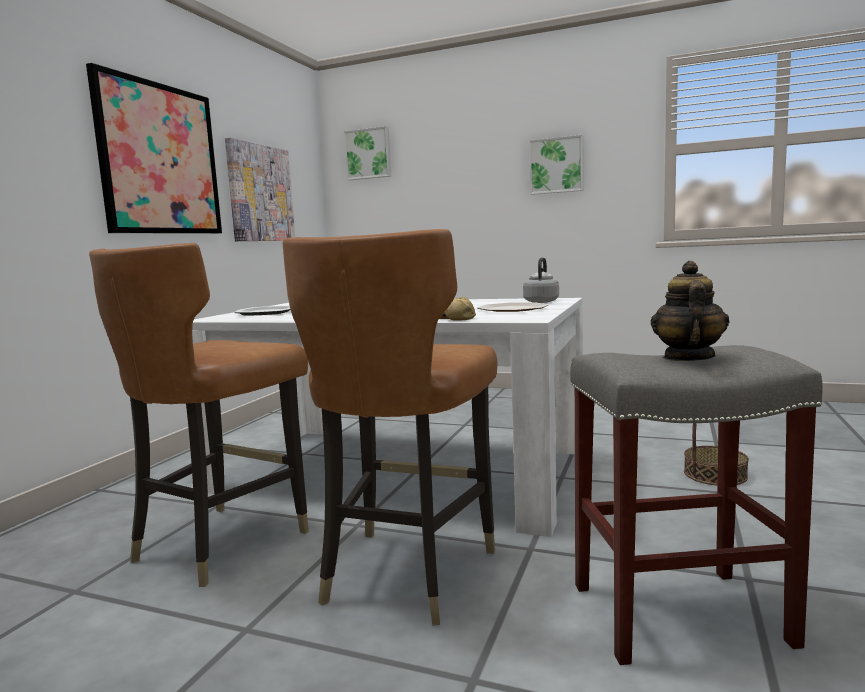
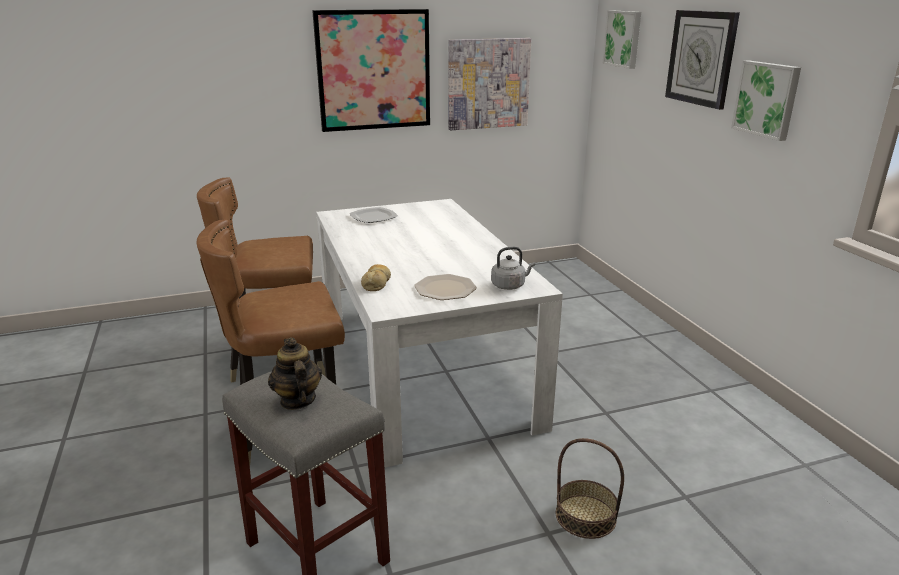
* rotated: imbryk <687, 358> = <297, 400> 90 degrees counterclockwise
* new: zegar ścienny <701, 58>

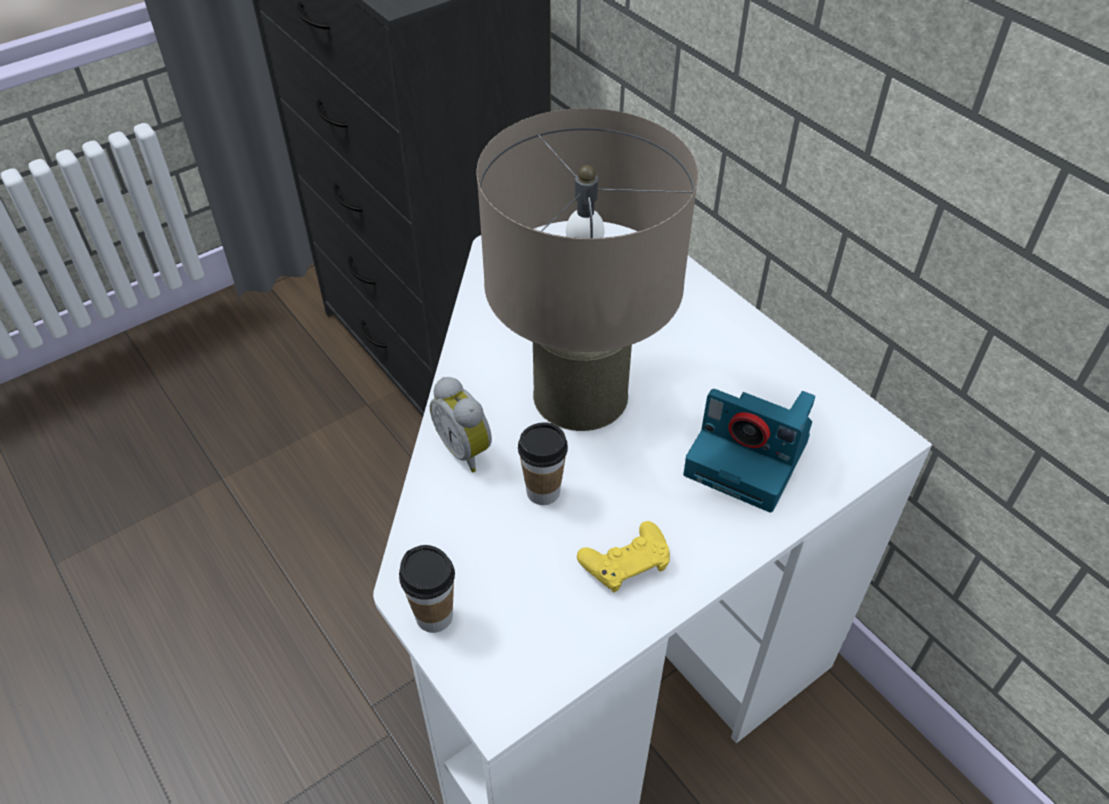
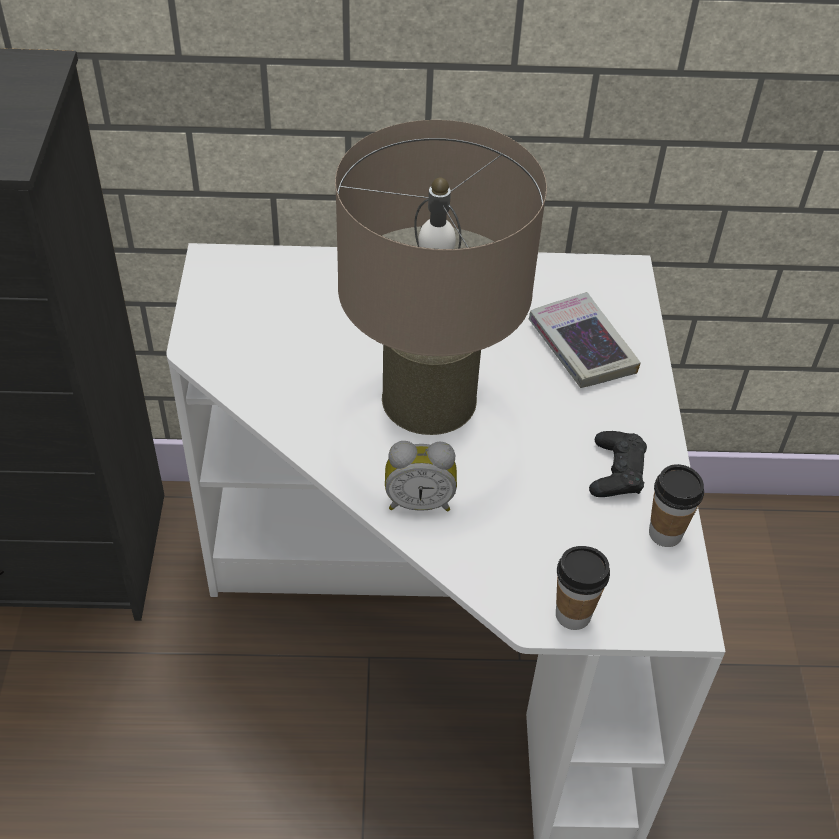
* swapped: aparat fotograficzny <749, 458> to książka <581, 347>
* repainted: pad do gier (żółty) <626, 562> to pad do gier (czarny) <616, 471>
* shifted: filiżanka <543, 491> to <665, 533>

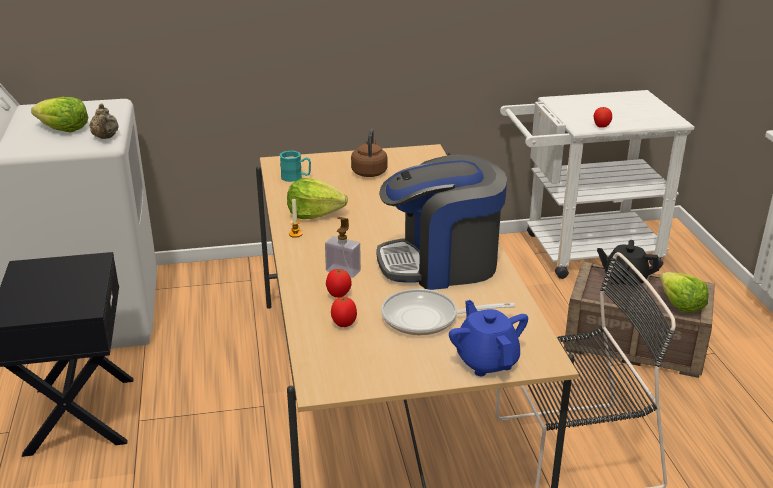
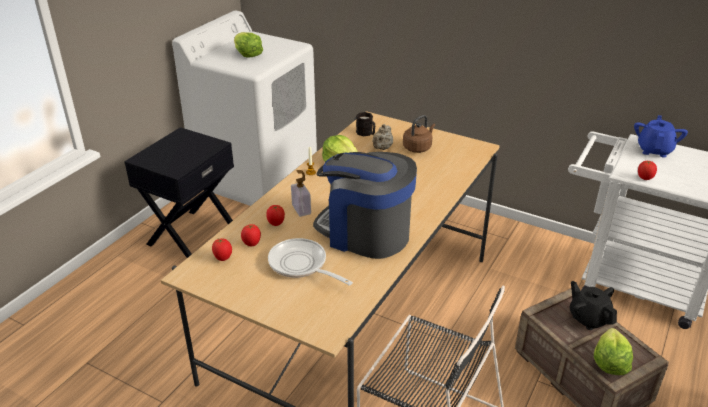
* new: pomidor <223, 258>
* repainted: kubek (turkusowy) <296, 177> to kubek (czarny) <366, 133>
* shifted: imbryk (beżowy) <105, 137> to <382, 148>
* shifted: imbryk (niebieski) <486, 361> to <654, 150>

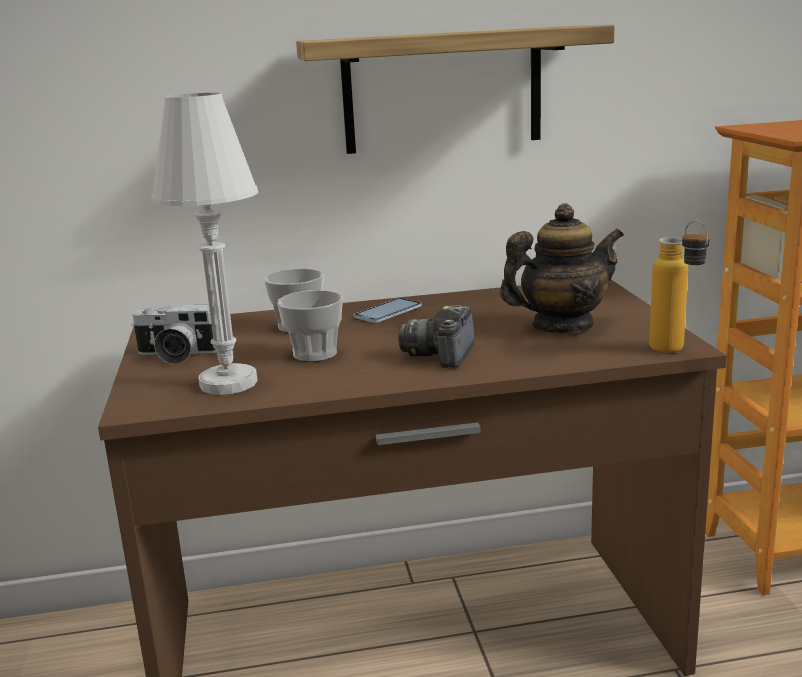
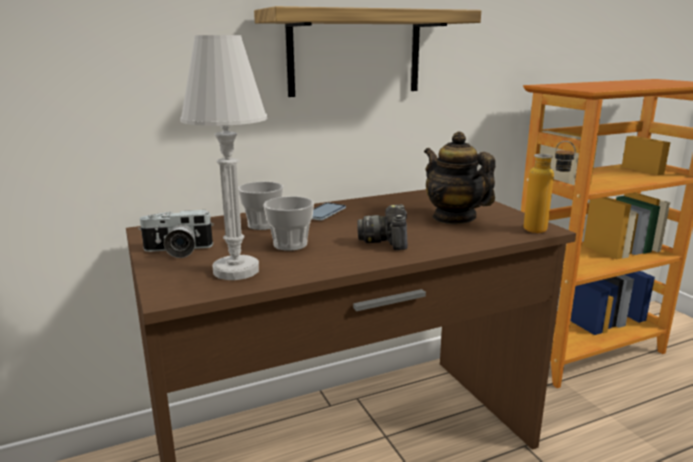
* rotated: imbryk <561, 326> = <454, 218> 90 degrees counterclockwise

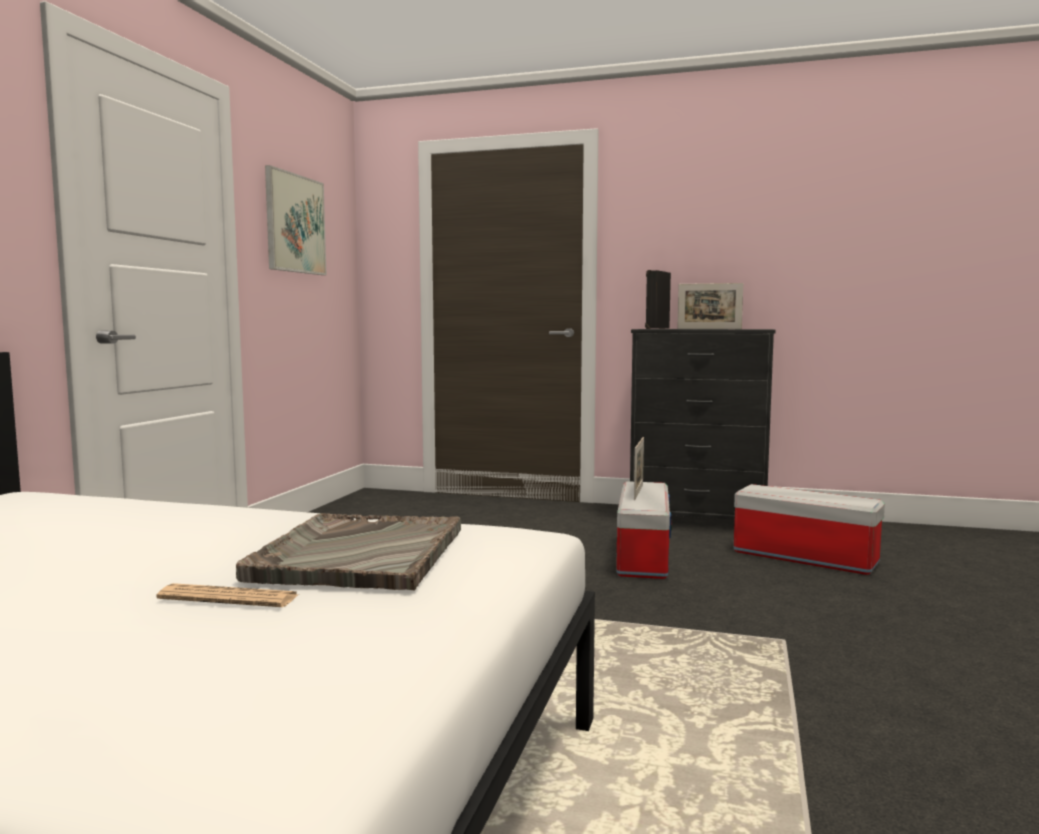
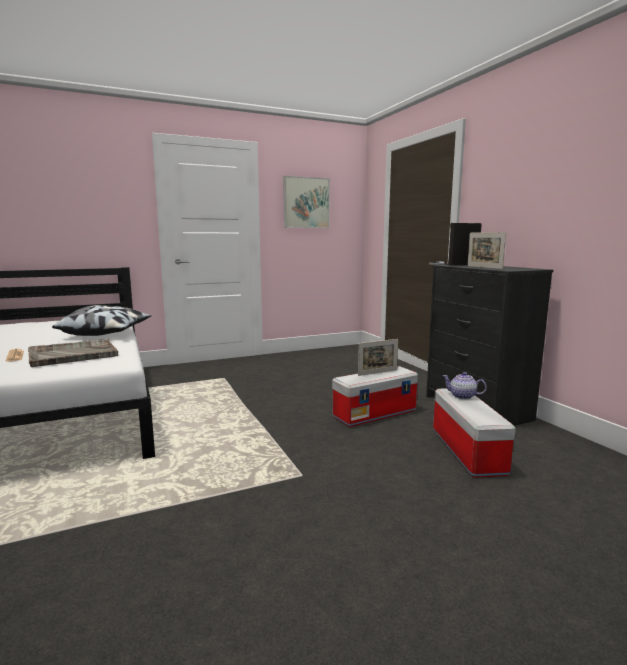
* new: poduszka <106, 334>
* new: imbryk <463, 396>

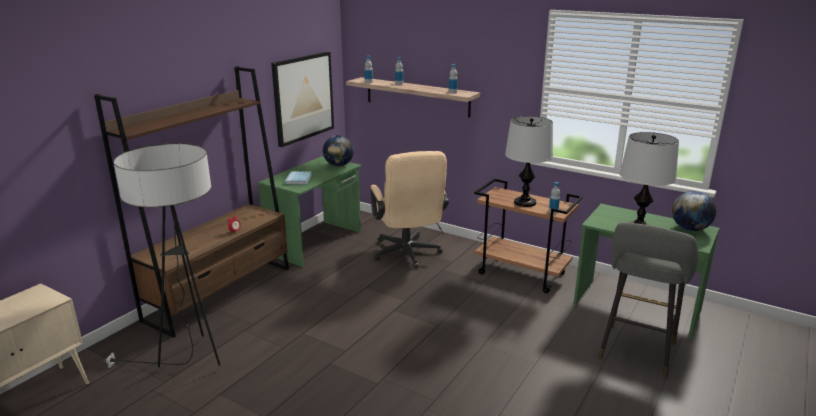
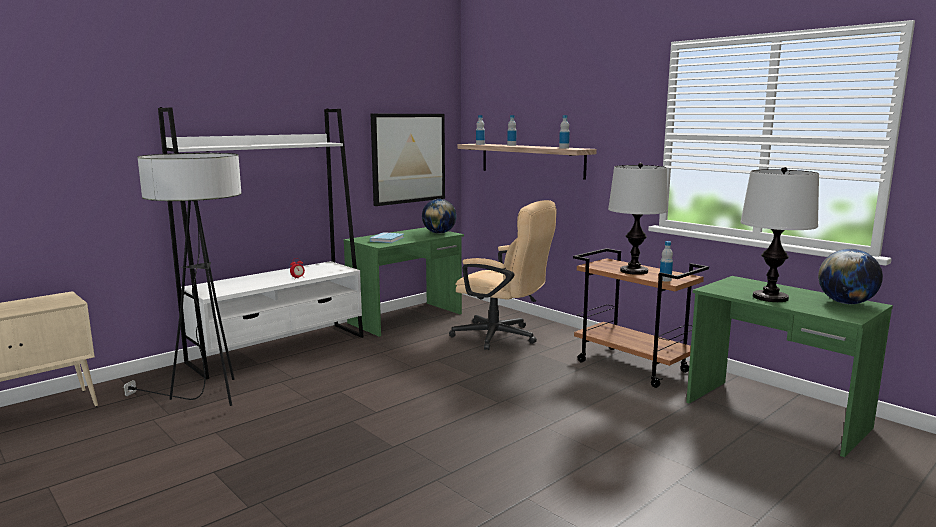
* repainted: regał (brązowy) <220, 293> to regał (biały) <279, 349>
* rotated: krzesło biurowe (beżowy) <407, 255> = <502, 337> 60 degrees counterclockwise
* gone: stołek (szary) <636, 353>

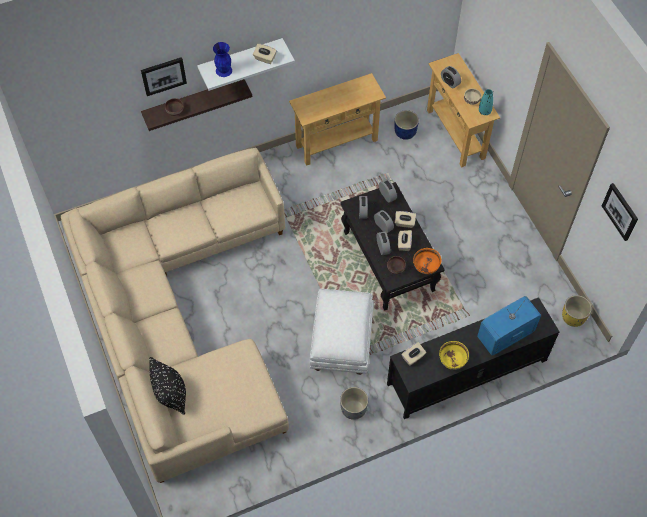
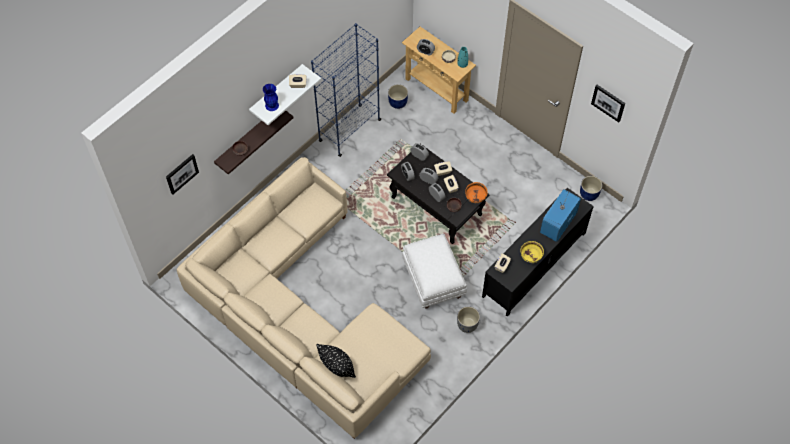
* shifted: obraz <163, 75> to <181, 173>
* swapped: stolik konsolowy (beżowy) <336, 143> to regał (niebieski) <349, 130>
* repainted: donica (żółty) <573, 318> to donica (niebieski) <589, 194>

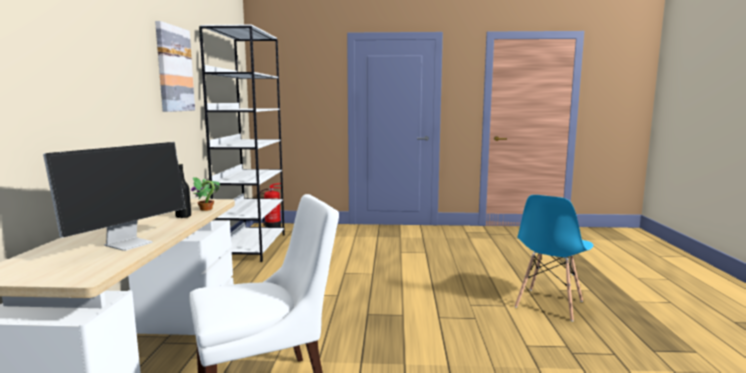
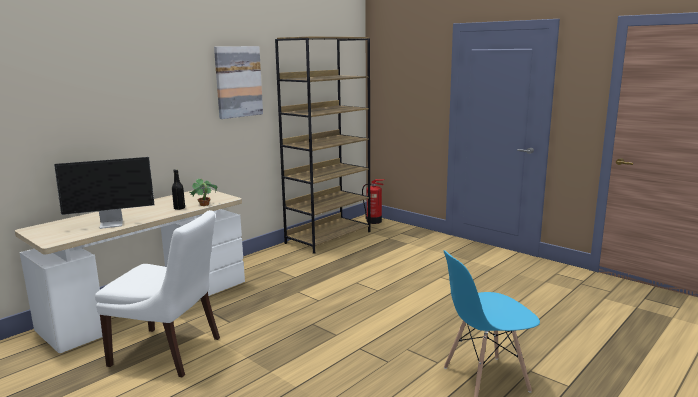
* repainted: regał (biały) <252, 246> to regał (brązowy) <328, 237>

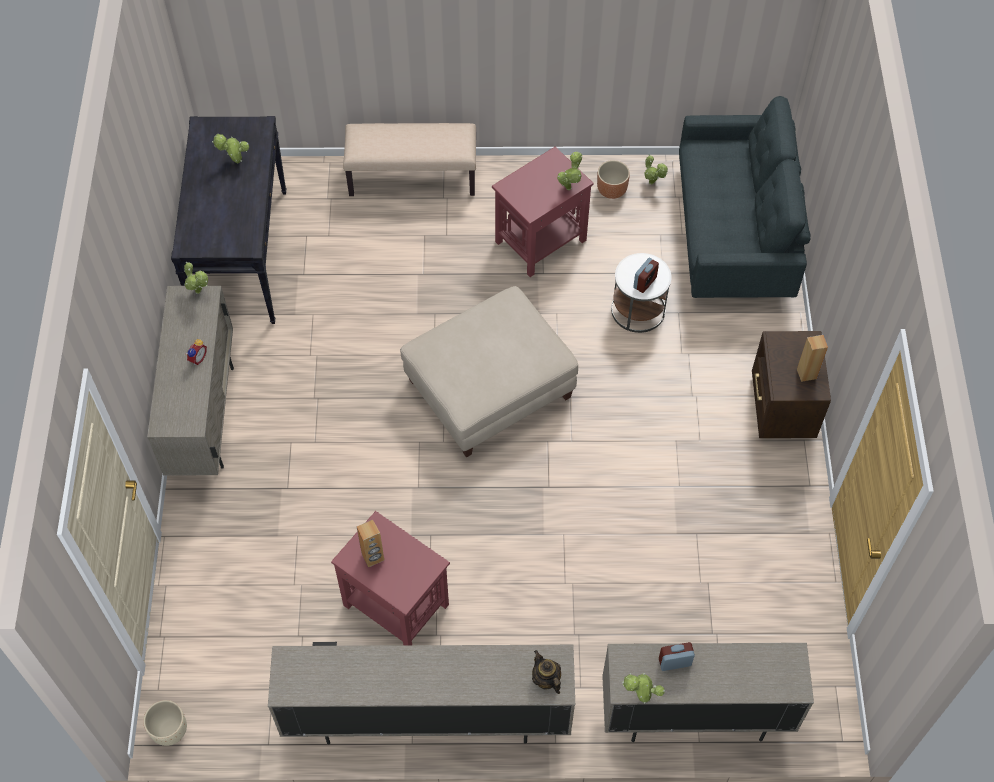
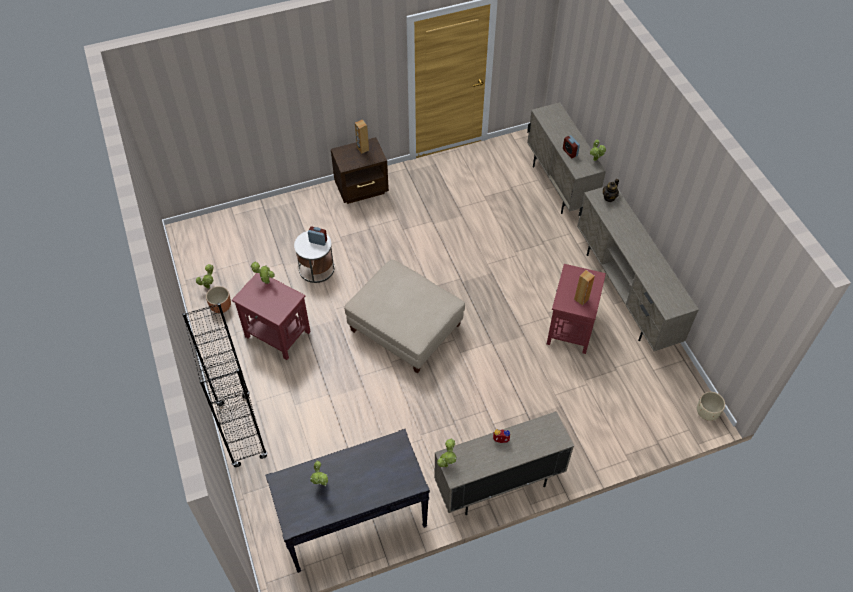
* swapped: ławka (beżowy) <413, 177> to regał (czarny) <242, 430>
* gone: kanapa (szary) <733, 234>

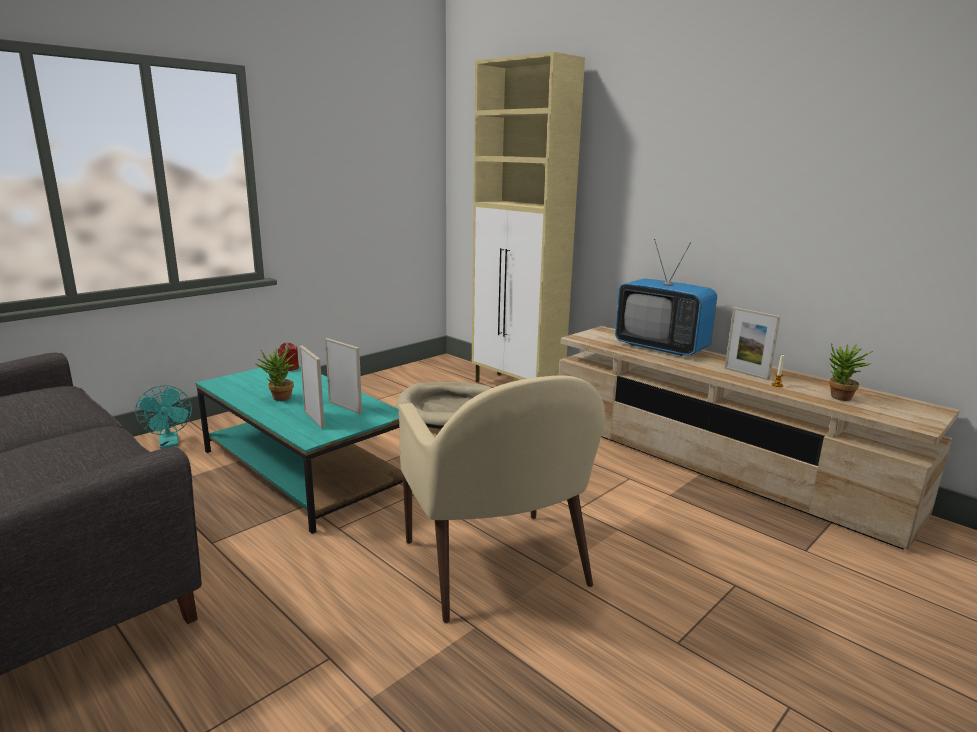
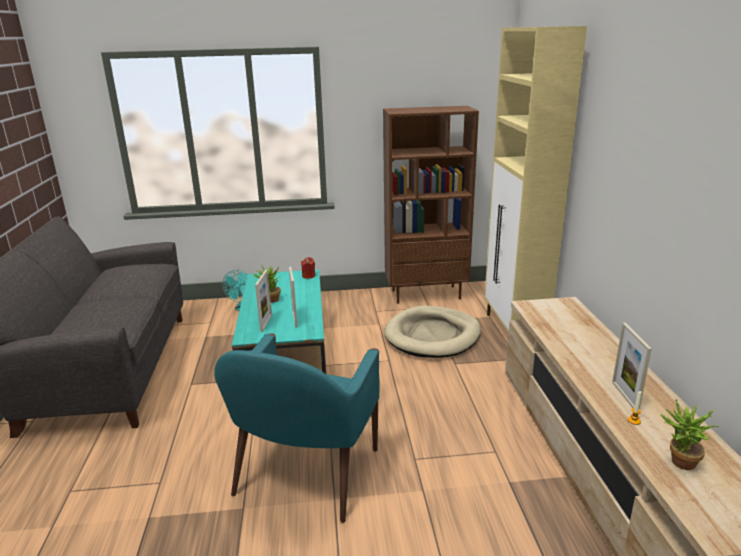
* repainted: fotel (beżowy) <496, 566> to fotel (turkusowy) <306, 474>
* new: regał (brązowy) <426, 294>
* gone: telewizor <661, 348>

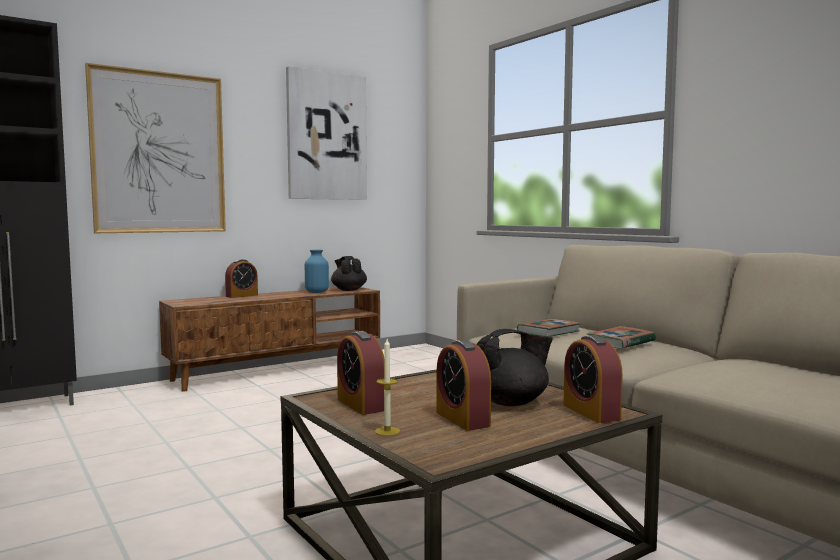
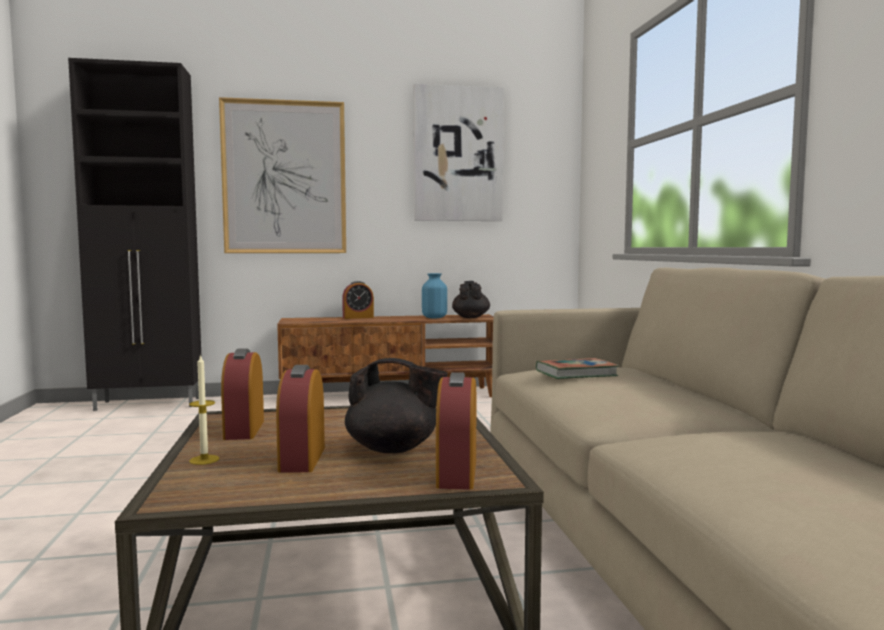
* gone: książka <620, 342>

